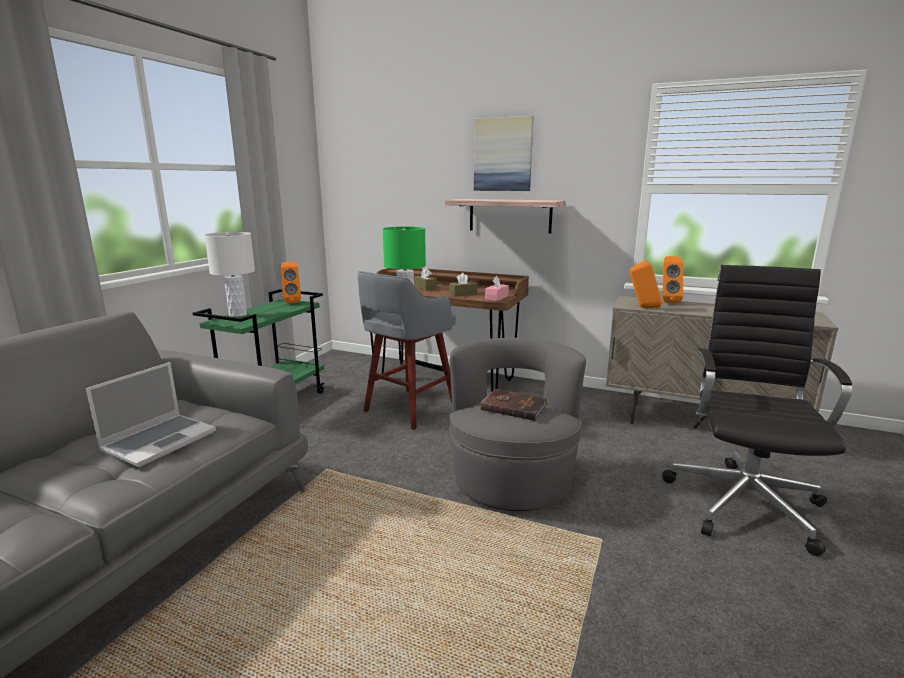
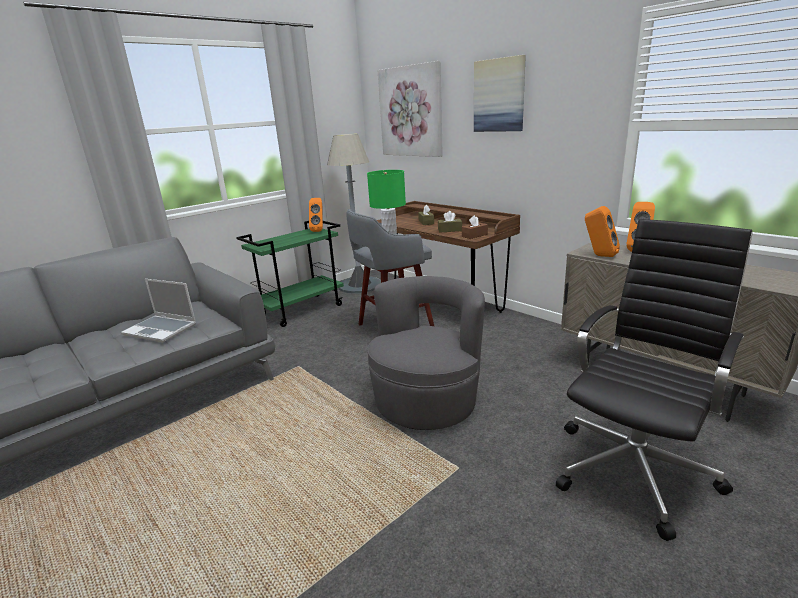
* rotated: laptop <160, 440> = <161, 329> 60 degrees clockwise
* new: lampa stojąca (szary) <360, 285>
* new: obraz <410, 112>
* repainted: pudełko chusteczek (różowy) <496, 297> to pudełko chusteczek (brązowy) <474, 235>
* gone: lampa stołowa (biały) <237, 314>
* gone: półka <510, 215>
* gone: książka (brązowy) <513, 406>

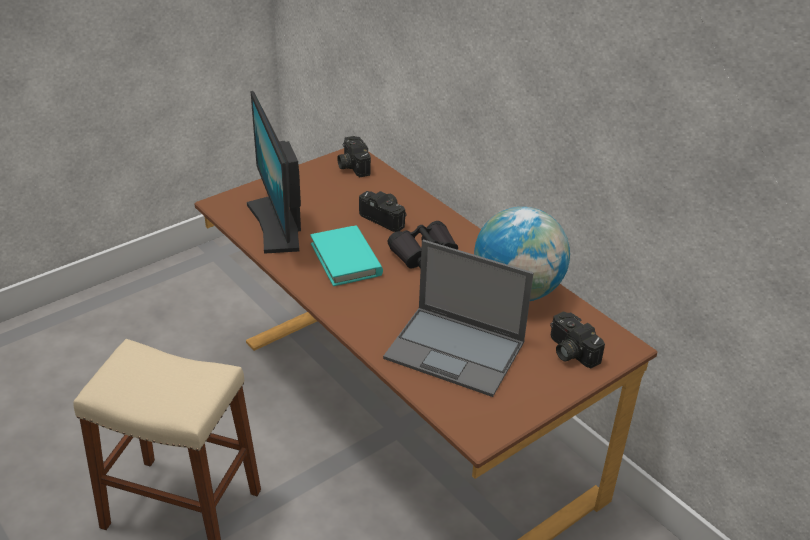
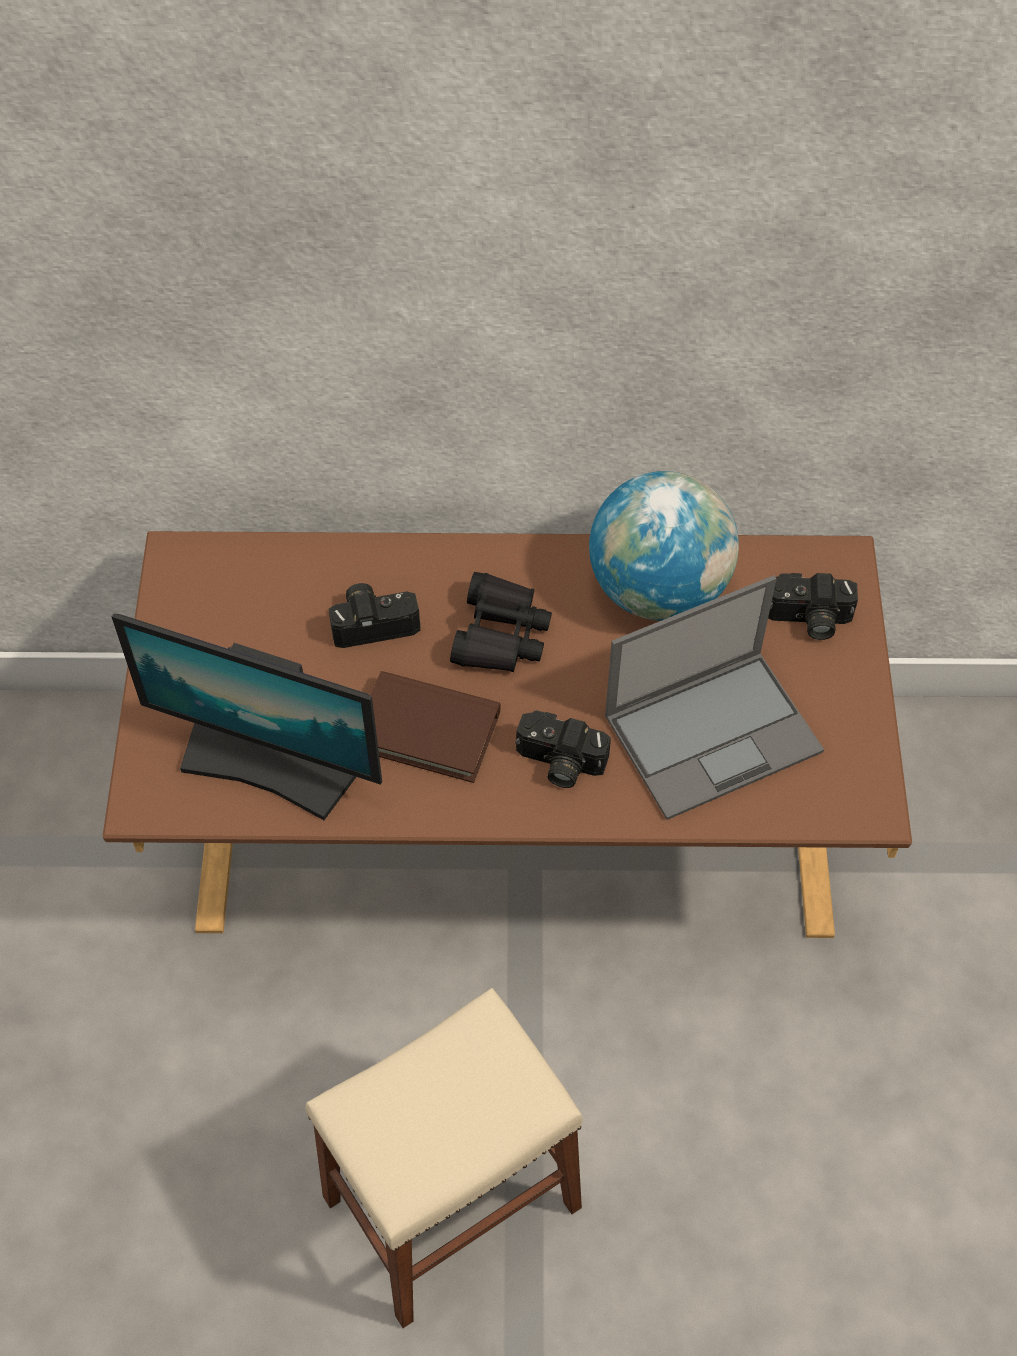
* repainted: książka (turkusowy) <346, 259> to książka (brązowy) <427, 730>
* shifted: aparat fotograficzny <352, 165> to <559, 763>

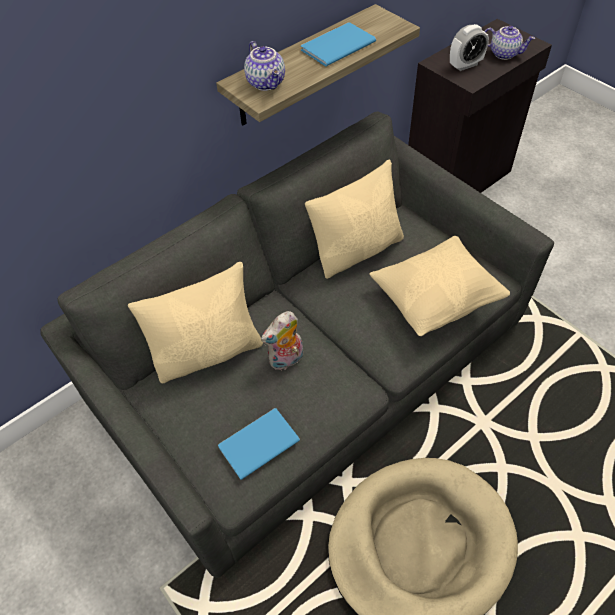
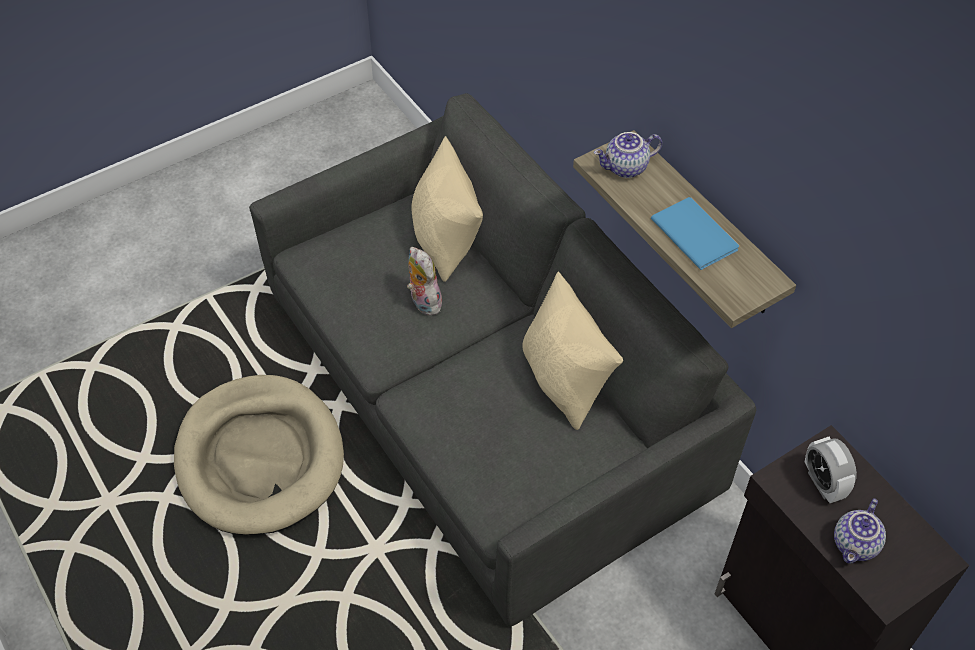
* gone: książka (niebieski) <256, 443>
* gone: poduszka (beżowy) <436, 300>

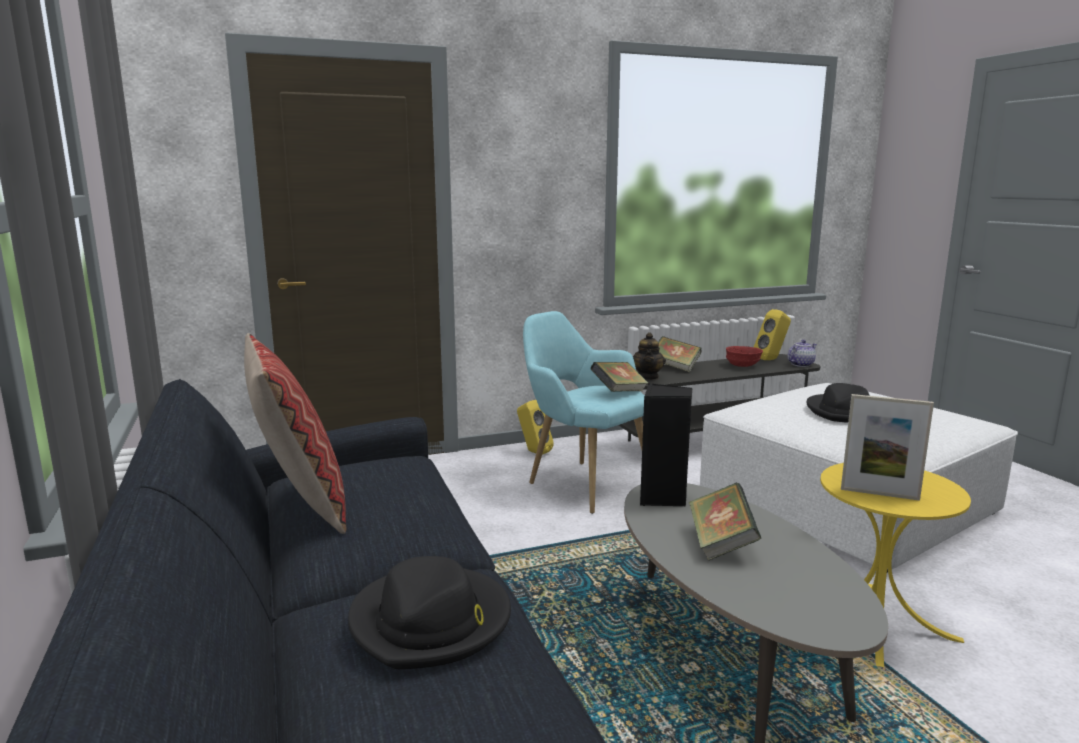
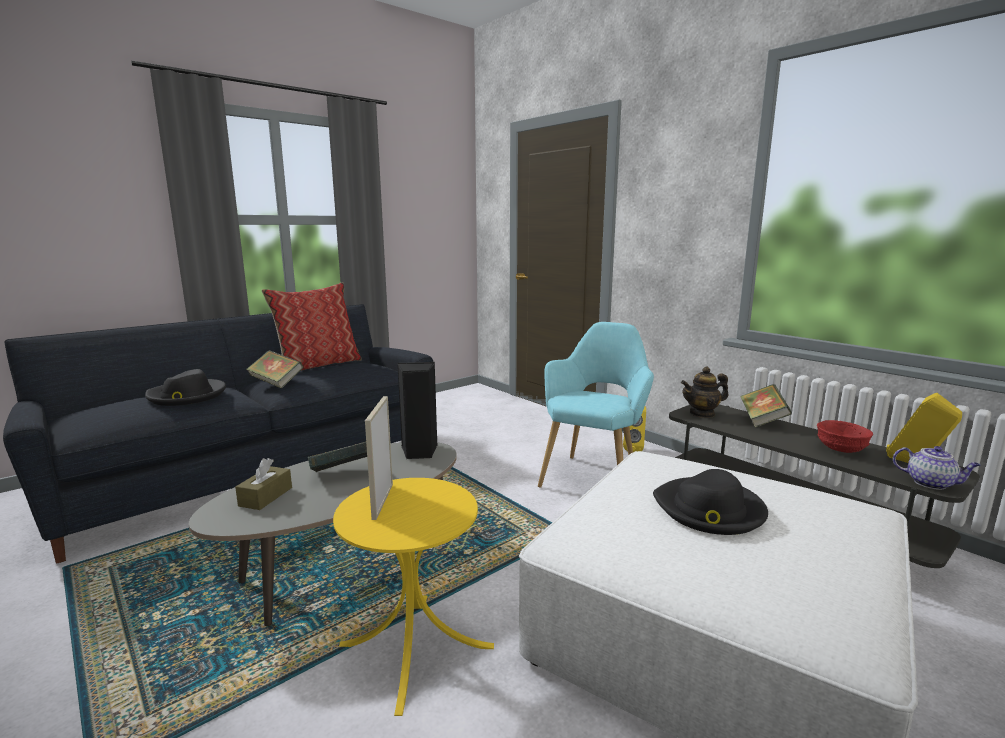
* new: pudełko chusteczek (brązowy) <266, 497>
* shifted: książka <619, 392> to <276, 383>

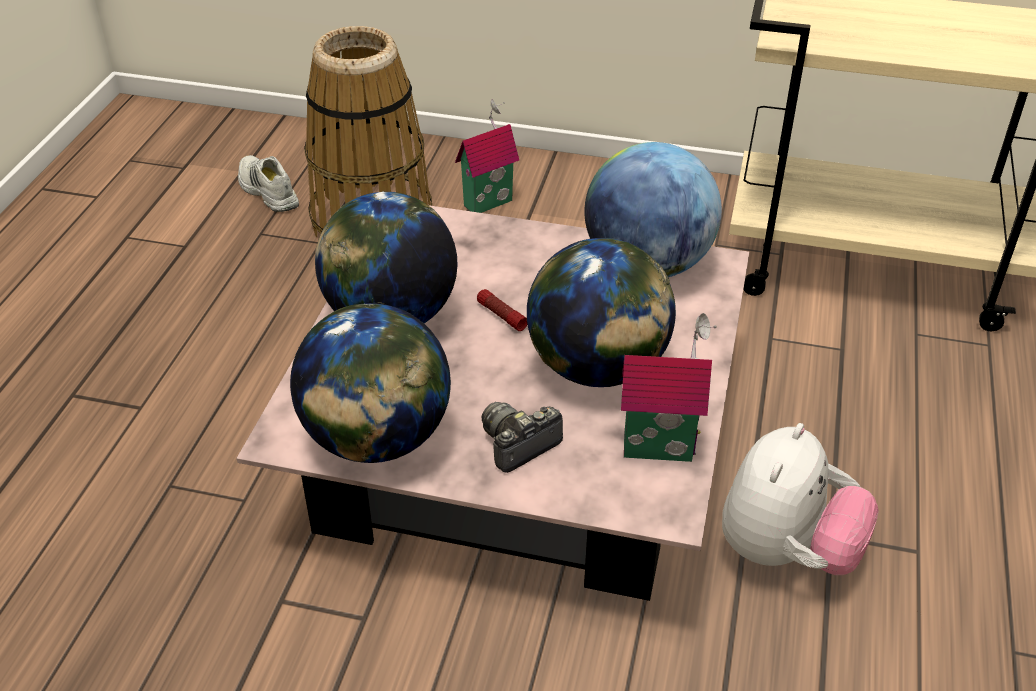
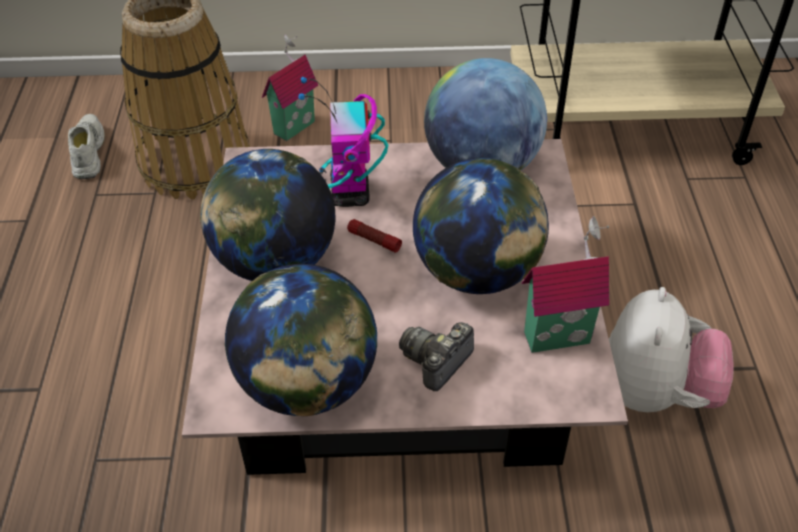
* rotated: but (biały) <266, 191> = <87, 152> 45 degrees clockwise
* new: robot zabawkowy <350, 193>

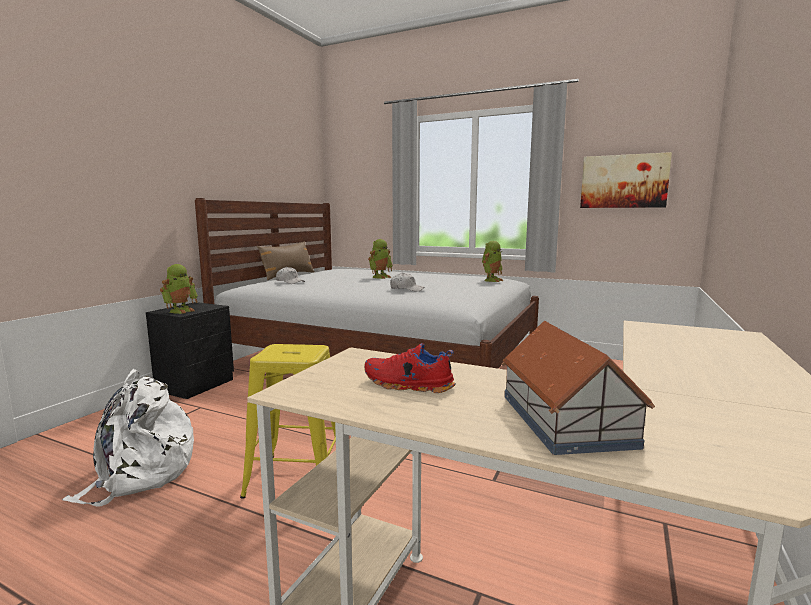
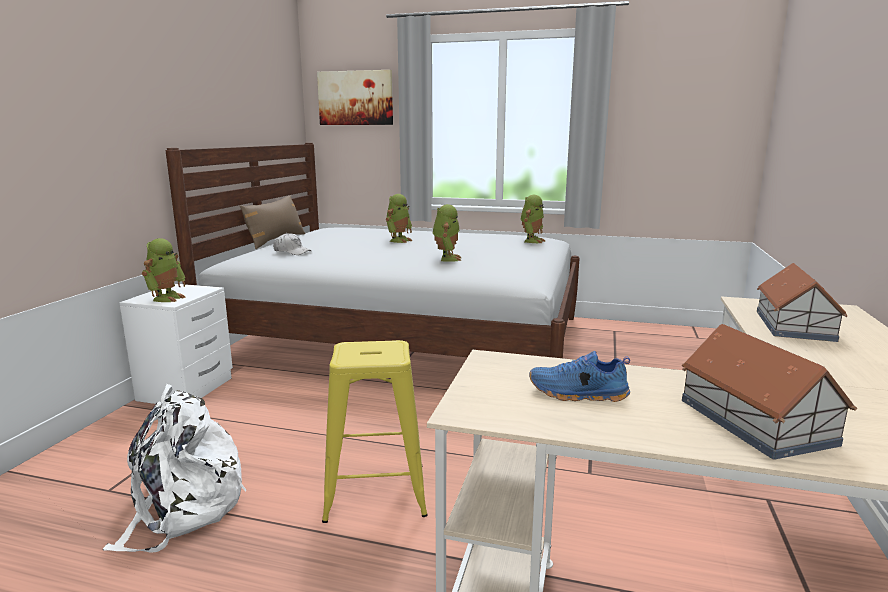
* repainted: szafka nocna (czarny) <197, 385> to szafka nocna (biały) <188, 388>
* shifted: obraz <623, 181> to <355, 98>
* swapped: czapka z daszkiem (biały) <406, 289> to robot zabawkowy <446, 258>
* repainted: but (czerwony) <407, 385> to but (niebieski) <578, 394>
* new: domek <793, 325>

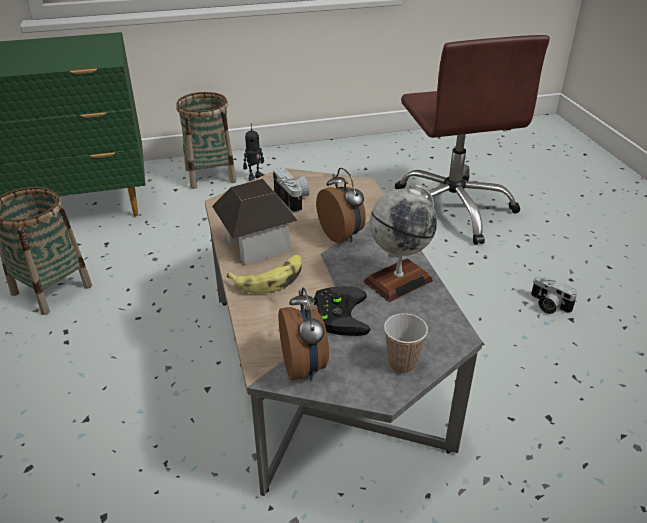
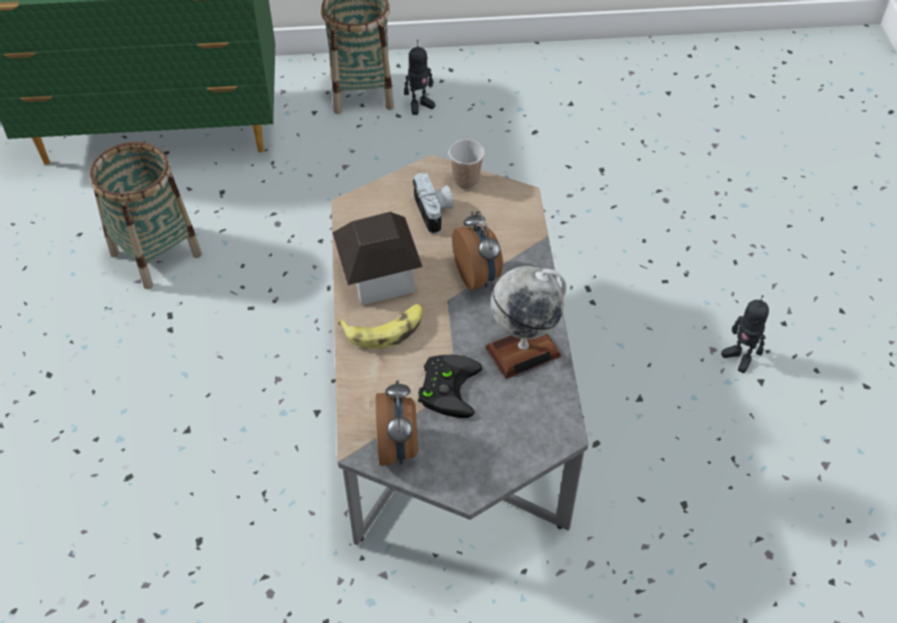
* shifted: filiżanka <402, 363> to <466, 181>
* swapped: aparat fotograficzny <548, 305> to robot zabawkowy <740, 357>
* gone: krzesło biurowe (brązowy) <452, 209>

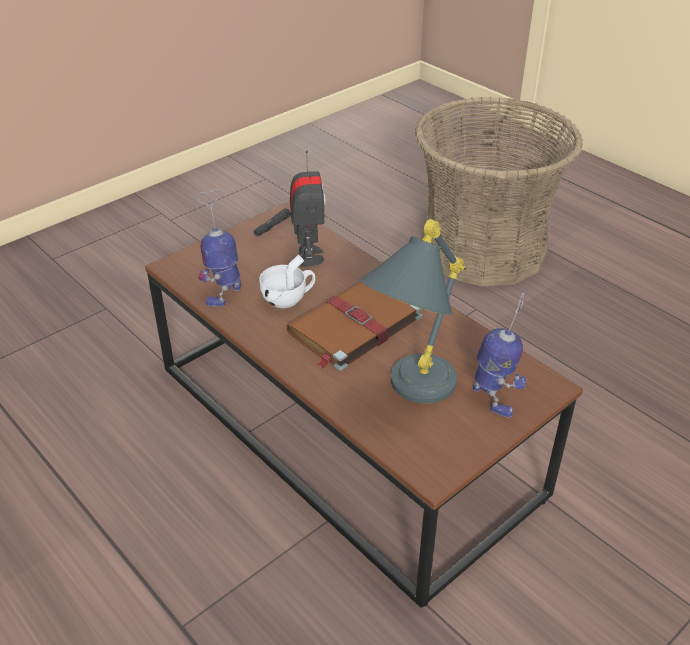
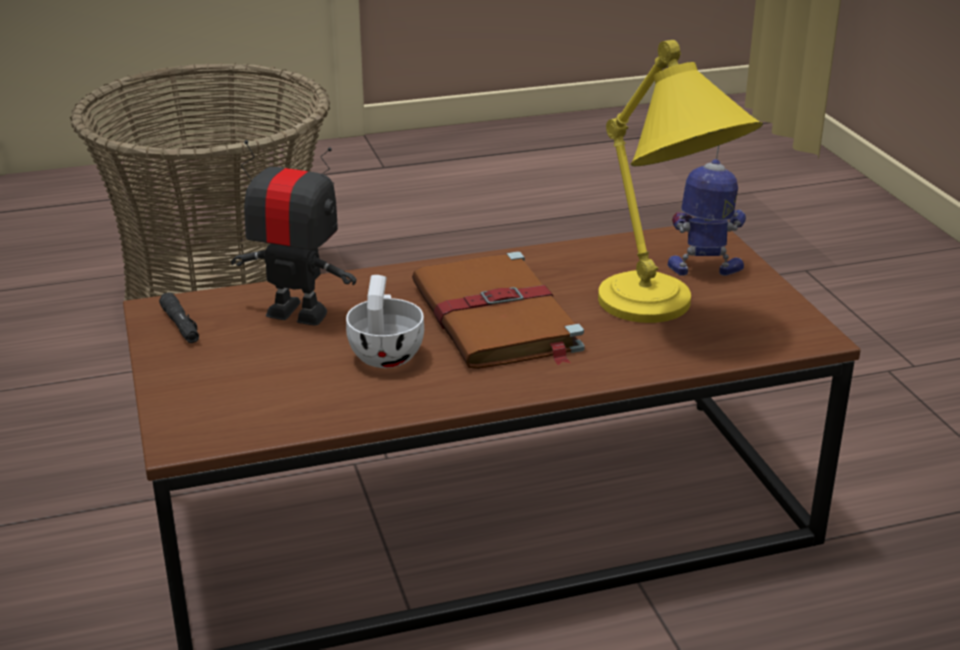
* repainted: lampa stołowa (szary) <408, 394> to lampa stołowa (żółty) <663, 316>
* gone: robot zabawkowy <225, 293>

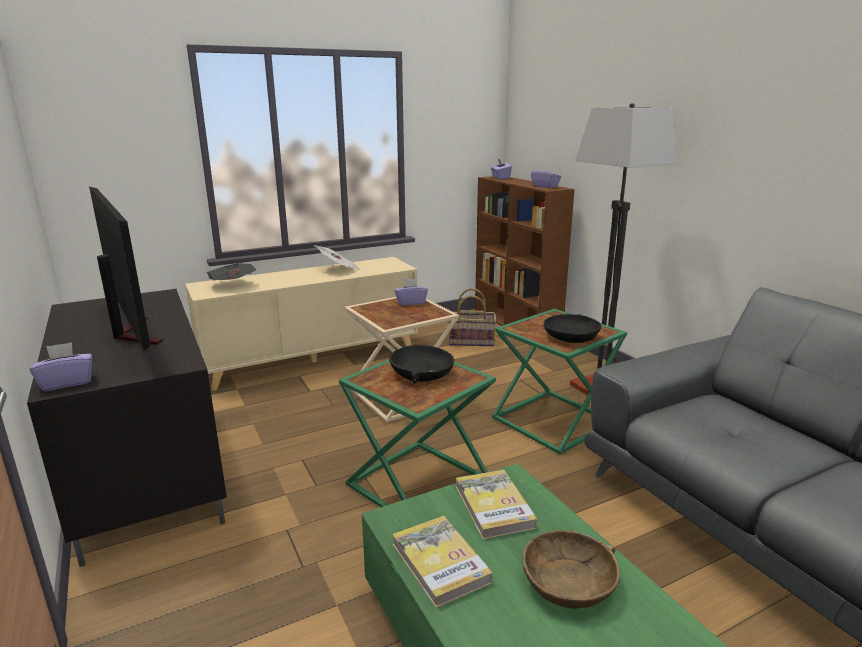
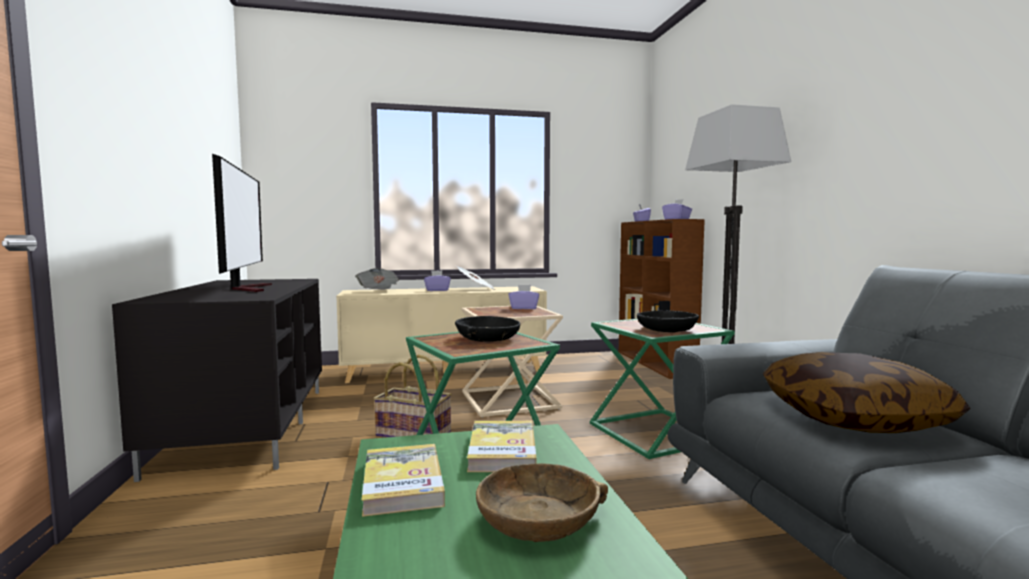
* shifted: koszyk <471, 341> to <414, 433>
* shifted: pudełko chusteczek (fioletowy) <67, 382> to <437, 290>
* new: poduszka <853, 418>

